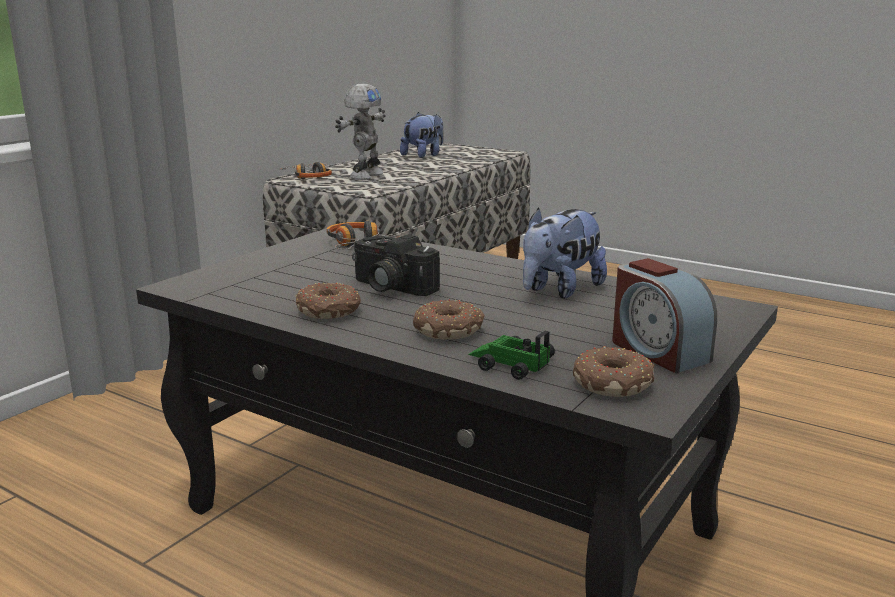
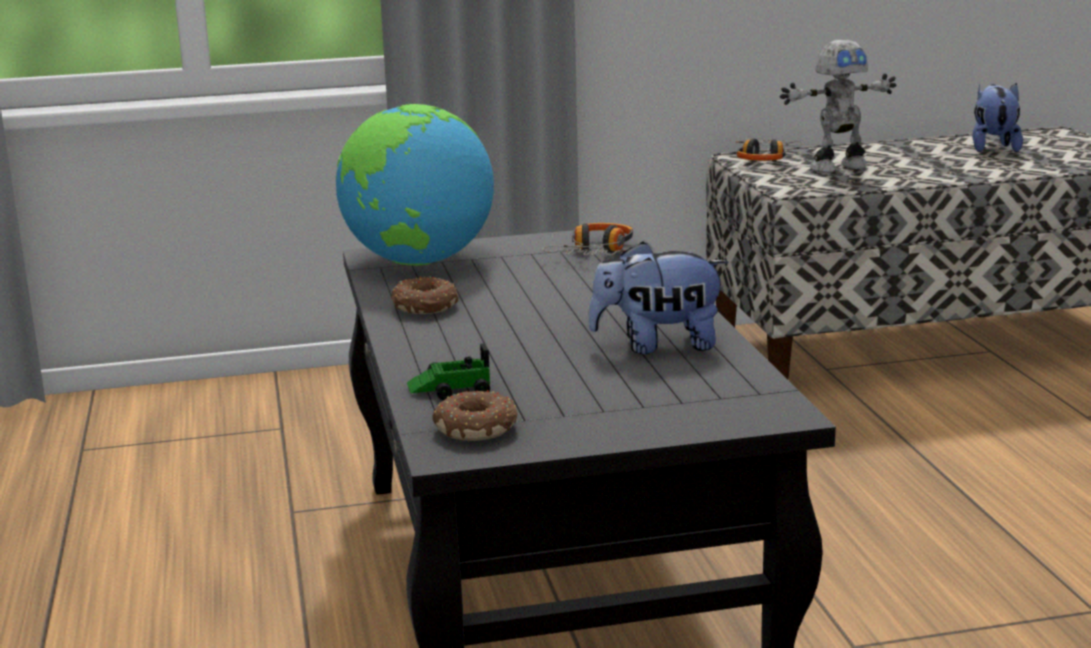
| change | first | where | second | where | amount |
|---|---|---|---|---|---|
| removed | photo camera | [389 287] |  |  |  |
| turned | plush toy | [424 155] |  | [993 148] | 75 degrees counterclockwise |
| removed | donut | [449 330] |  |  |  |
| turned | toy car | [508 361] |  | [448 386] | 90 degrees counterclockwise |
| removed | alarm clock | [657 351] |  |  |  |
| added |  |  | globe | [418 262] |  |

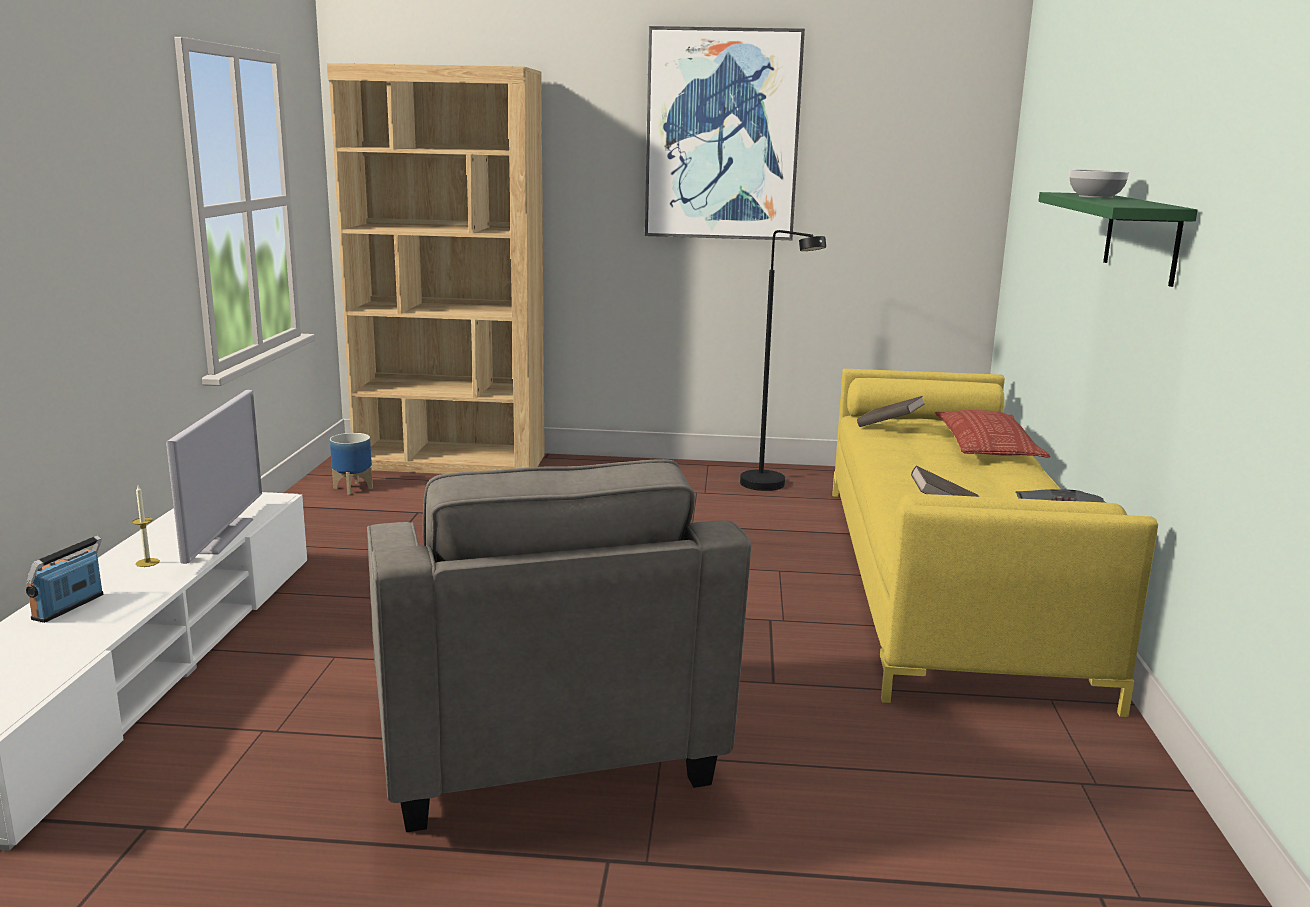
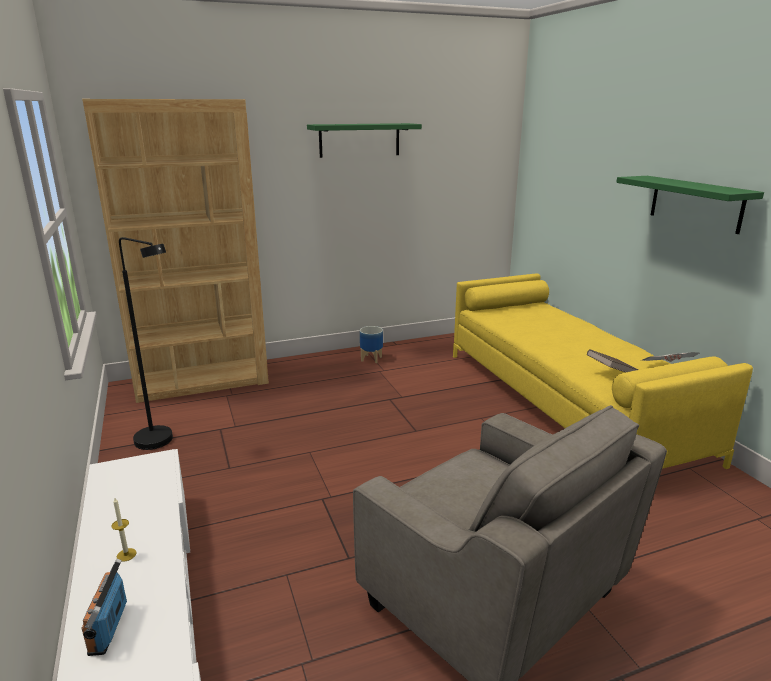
| change | first | where | second | where | amount |
|---|---|---|---|---|---|
| removed | television | [219 536] |  |  |  |
| moved | planter | [353 488] |  | [371 359] |  |
| replaced | picture | [722 135] | shelf/green | [359 140] |  |
| moved | floor lamp/black | [771 487] |  | [161 442] |  |
| removed | book/brown | [889 426] |  |  |  |
| removed | pillow | [987 445] |  |  |  |
| removed | bowl | [1096 197] |  |  |  |

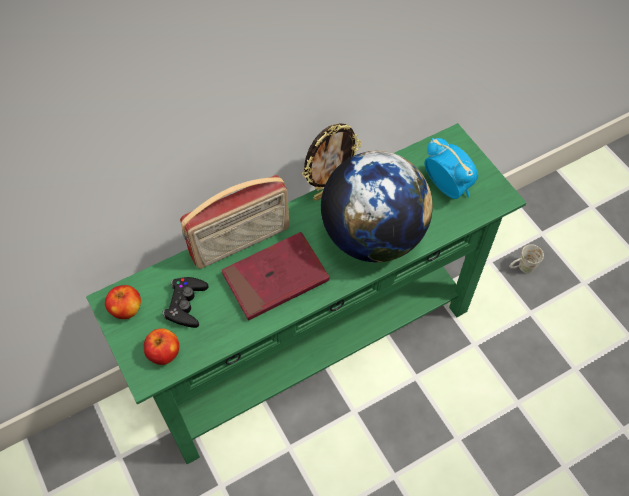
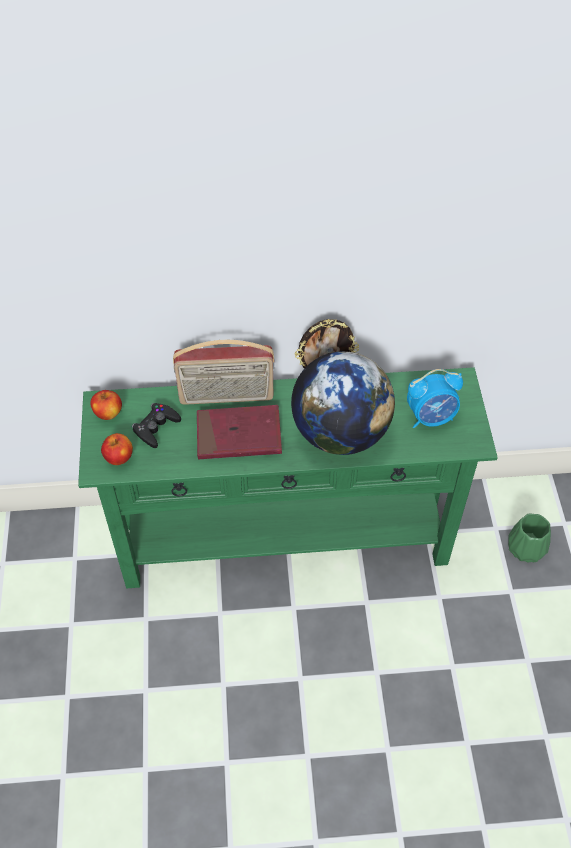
| change | first | where | second | where | amount |
|---|---|---|---|---|---|
| turned | alarm clock | [447 187] |  | [431 417] | 90 degrees clockwise |
| replaced | mug/white | [521 268] | vase/green | [525 547] |  |

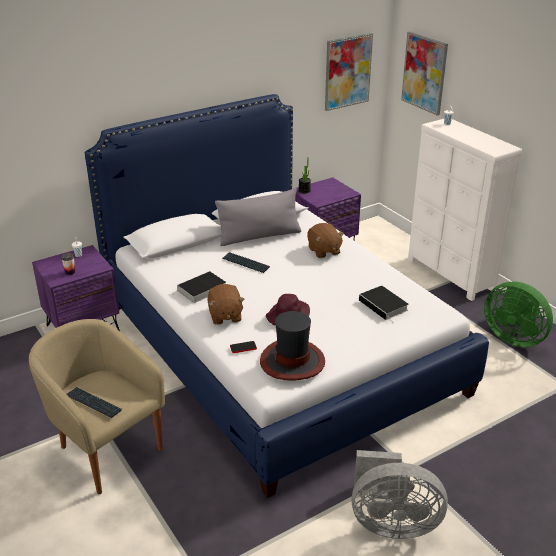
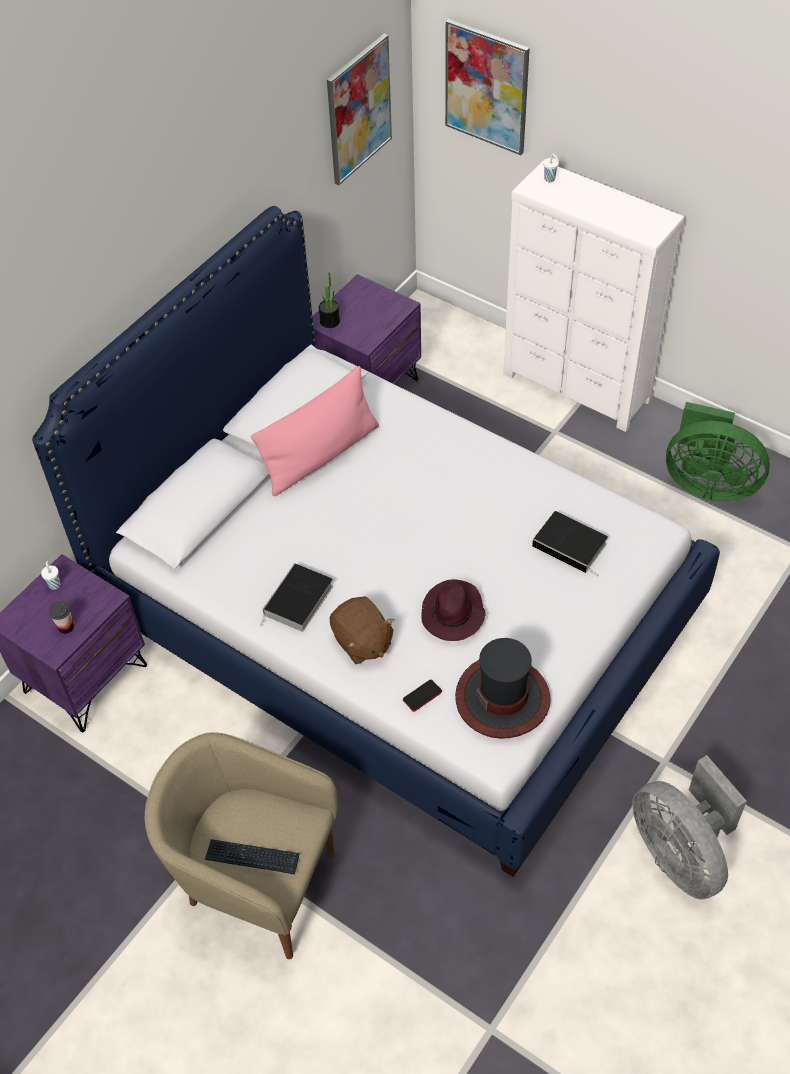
| change | first | where | second | where | amount |
|---|---|---|---|---|---|
| recoloured | pillow/grey | [259 236] | pillow/pink | [321 455] |  |
| removed | keyboard | [245 263] |  |  |  |
| removed | plush toy/brown | [324 251] |  |  |  |
| turned | fan/grey | [391 523] |  | [680 854] | 75 degrees clockwise |

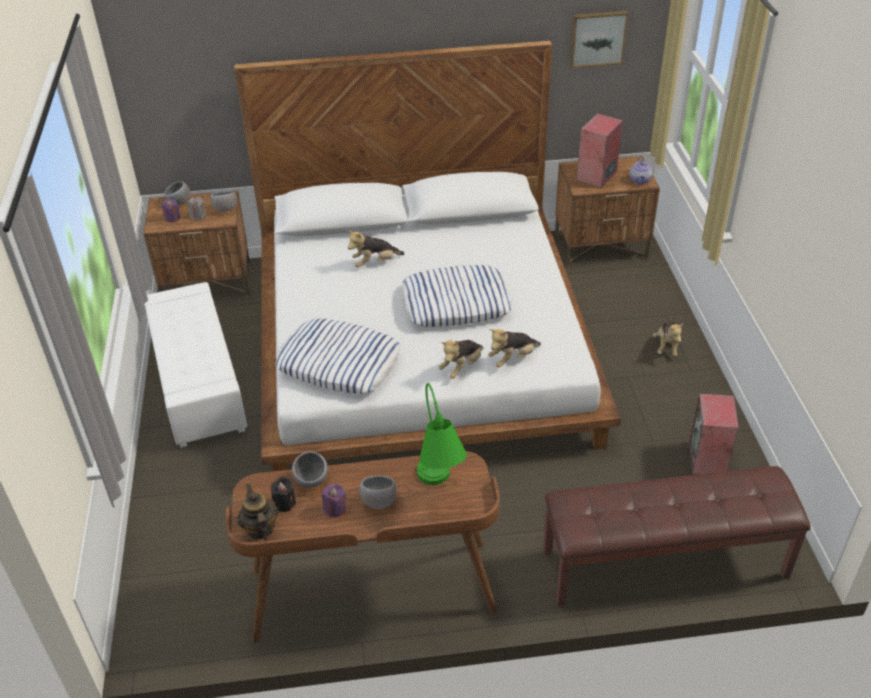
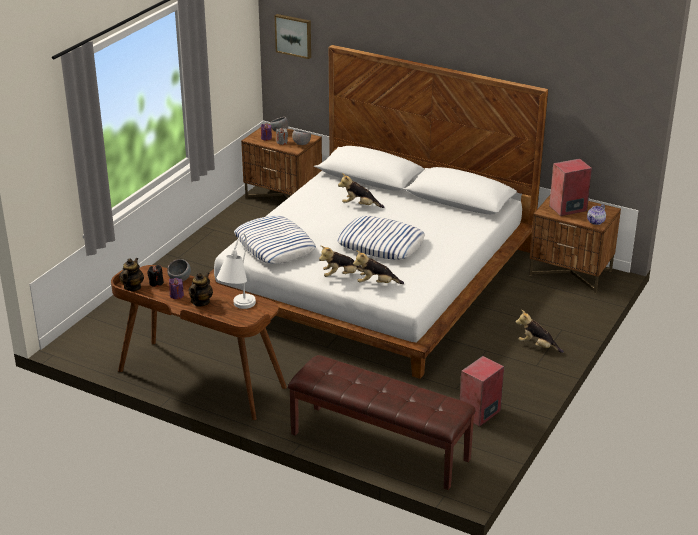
| change | first | where | second | where | amount |
|---|---|---|---|---|---|
| removed | ottoman/white | [198 383] |  |  |  |
| replaced | bowl/grey | [378 502] | teapot | [201 302] |  |
| recoloured | table lamp/green | [439 489] | table lamp/white | [237 310] |  |
| moved | picture | [597 38] |  | [294 35] |  |
| turned | plush toy | [666 346] |  | [537 346] | 75 degrees clockwise |

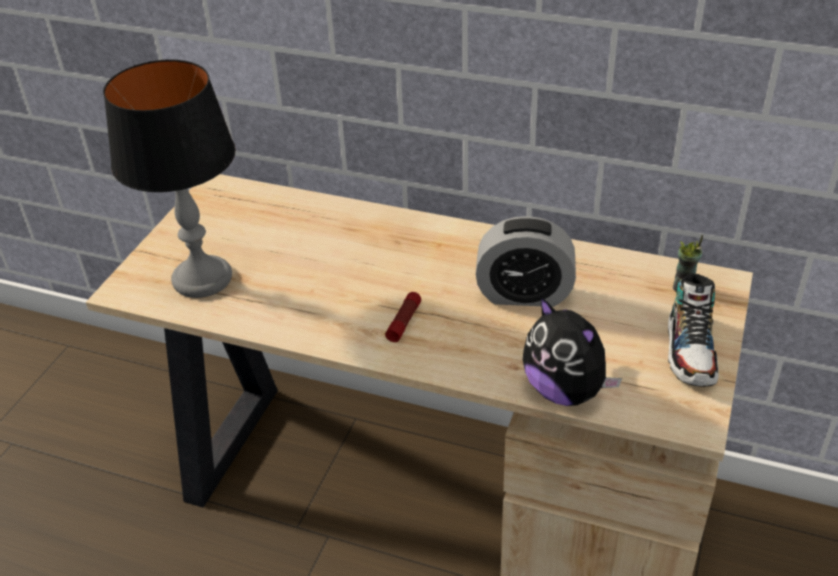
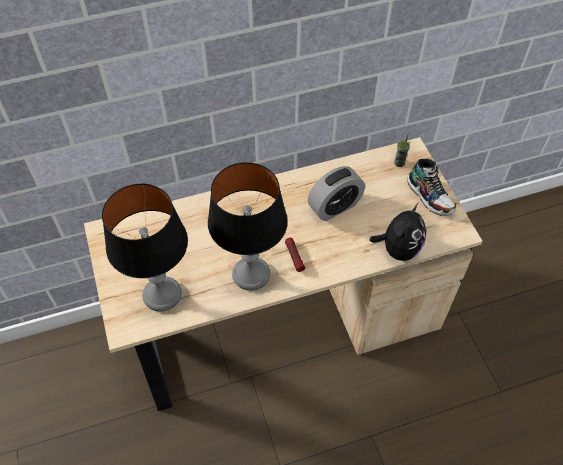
| change | first | where | second | where | amount |
|---|---|---|---|---|---|
| turned | plush toy | [565 390] |  | [398 249] | 75 degrees counterclockwise |
| added |  |  | table lamp | [251 274] |  |

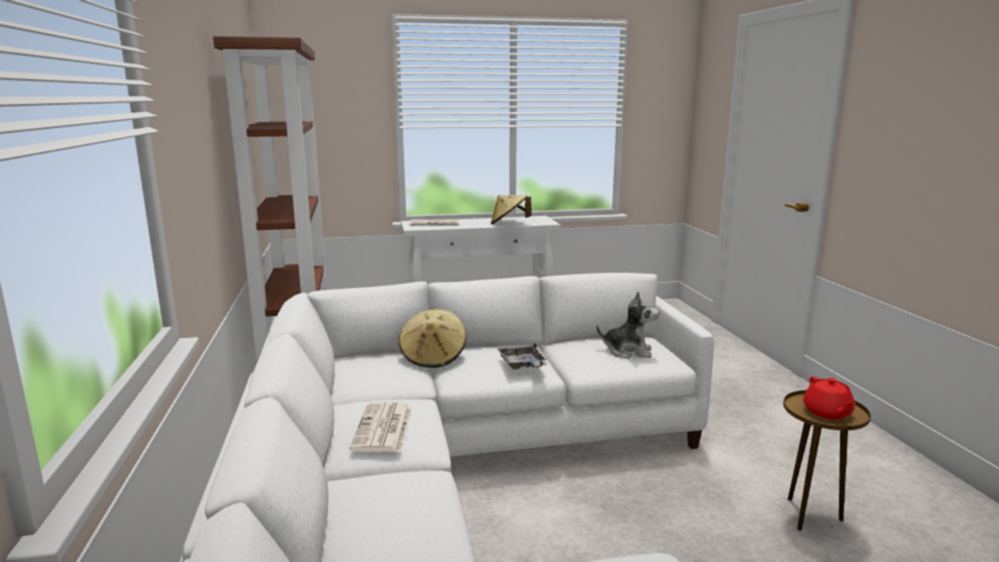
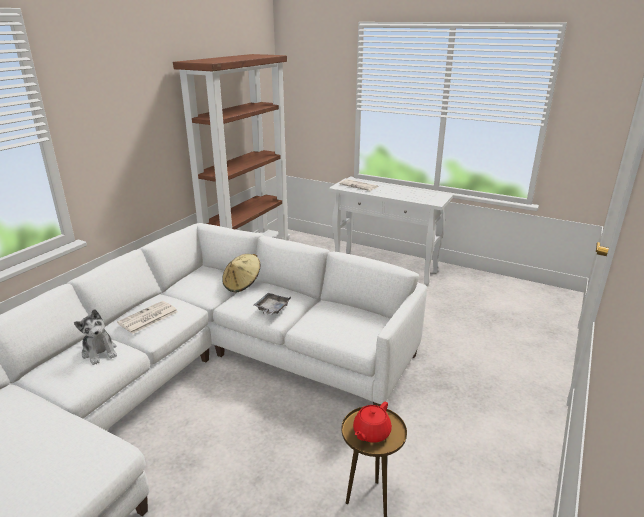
| change | first | where | second | where | amount |
|---|---|---|---|---|---|
| removed | hat/beige | [509 223] |  |  |  |
| moved | plush toy | [628 351] |  | [100 352] |  |

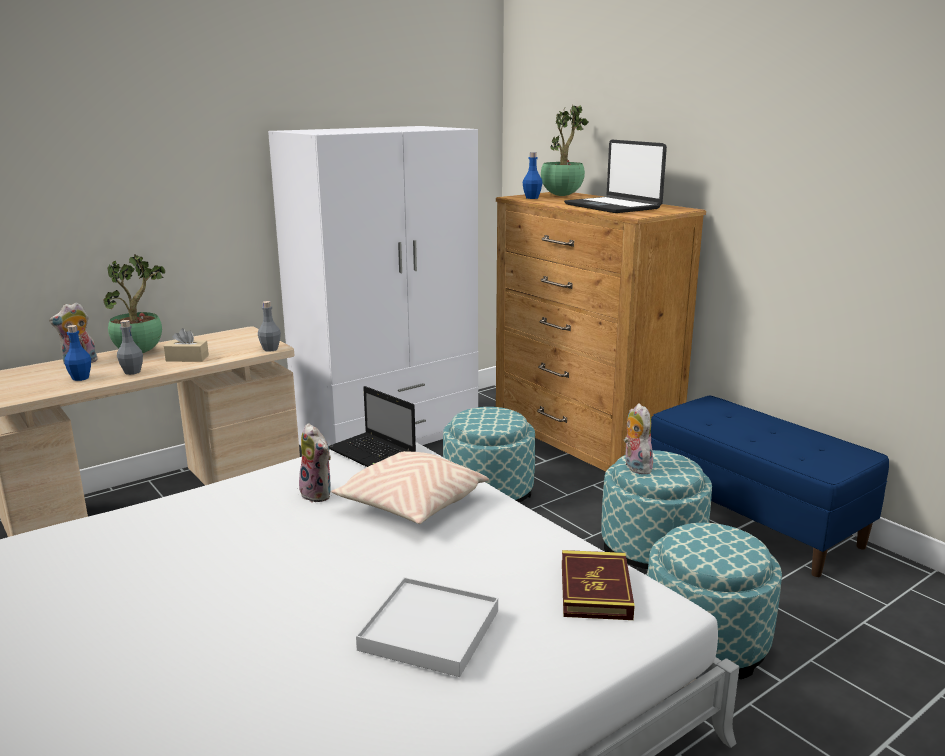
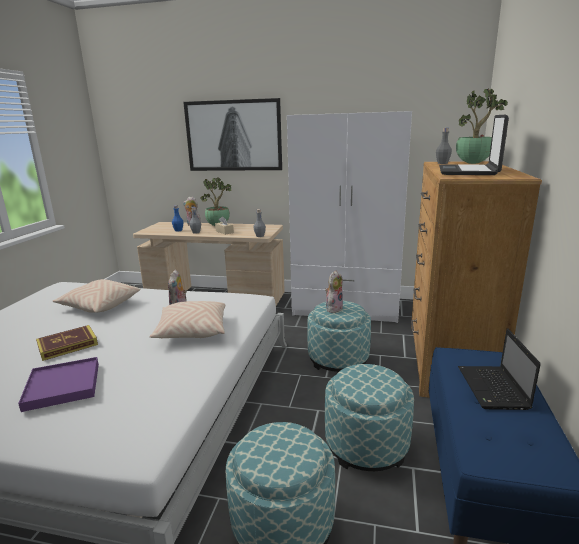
| change | first | where | second | where | amount |
|---|---|---|---|---|---|
| moved | laptop | [373 454] |  | [493 389] |  |
| recoloured | tray/white | [430 630] | tray/purple | [62 386] |  |
| recoloured | bottle/blue | [532 198] | bottle/grey | [442 163] |  |
| moved | book | [595 590] |  | [67 345] |  |
| moved | plush toy | [635 467] |  | [333 308] |  |
| added |  |  | pillow/beige | [99 306] |  |
| added |  |  | picture | [234 136] |  |

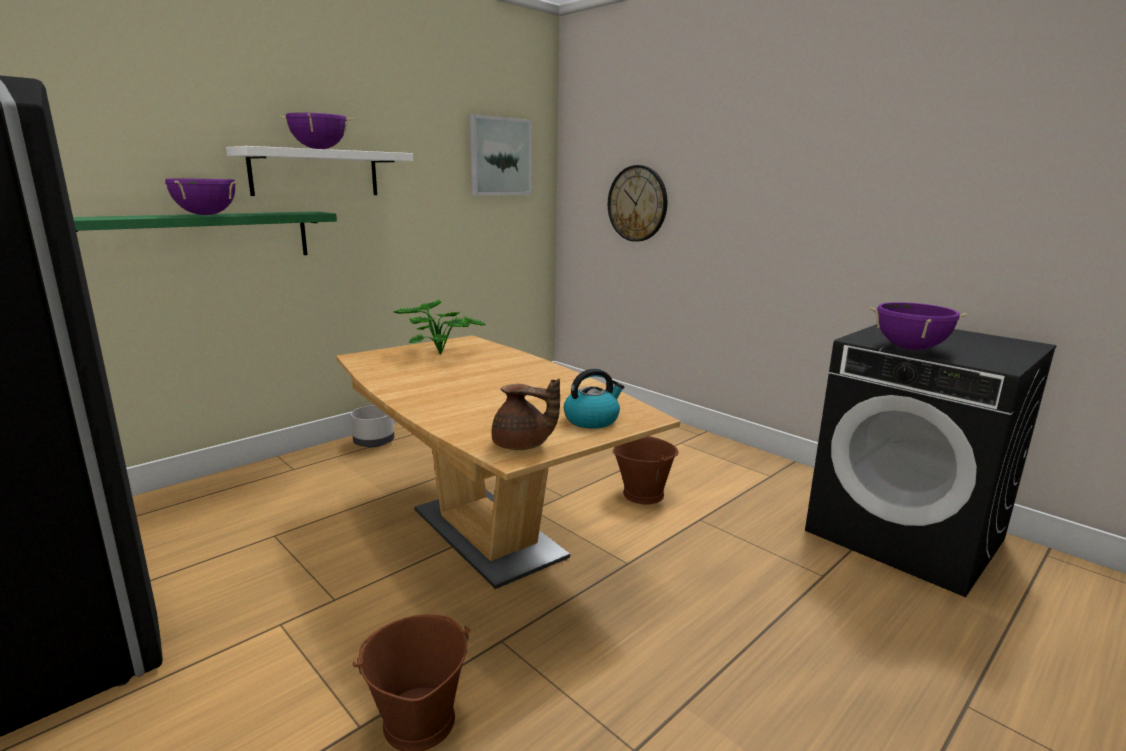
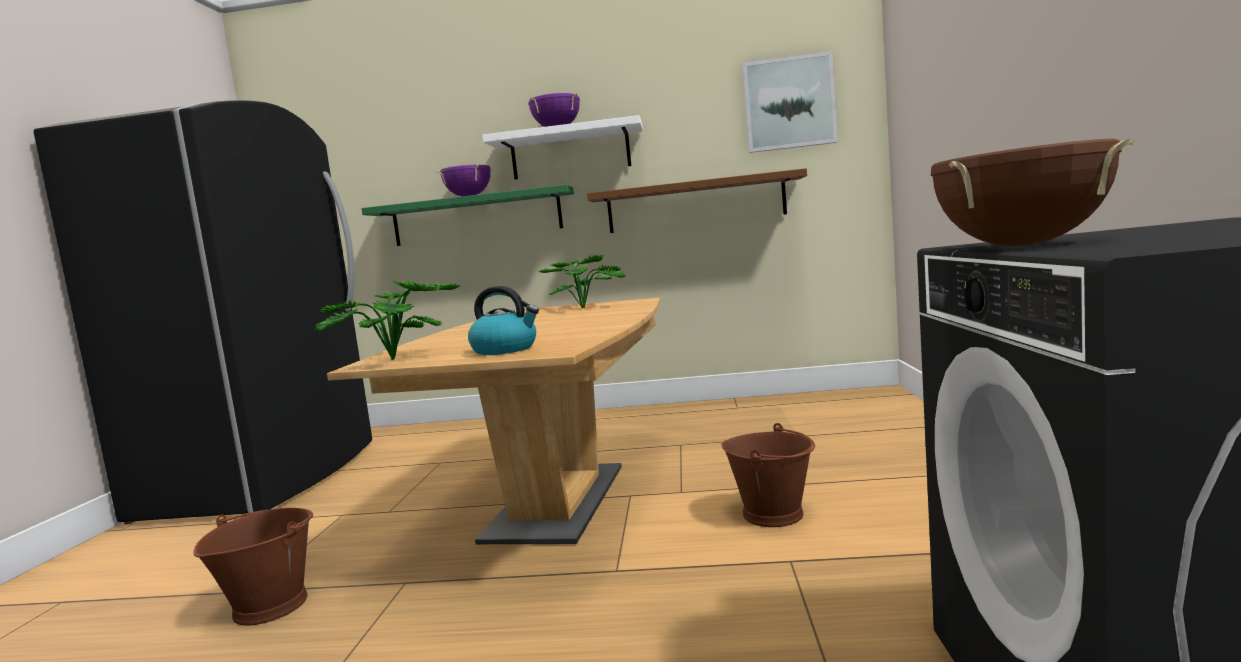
| change | first | where | second | where | amount |
|---|---|---|---|---|---|
| removed | planter/grey | [374 442] |  |  |  |
| replaced | teapot/brown | [522 445] | potted plant | [397 360] |  |
| removed | wall clock | [637 203] |  |  |  |
| recoloured | cooking pot/purple | [910 348] | cooking pot/brown | [1021 245] |  |
| added |  |  | shelf/brown | [695 204] |  |

